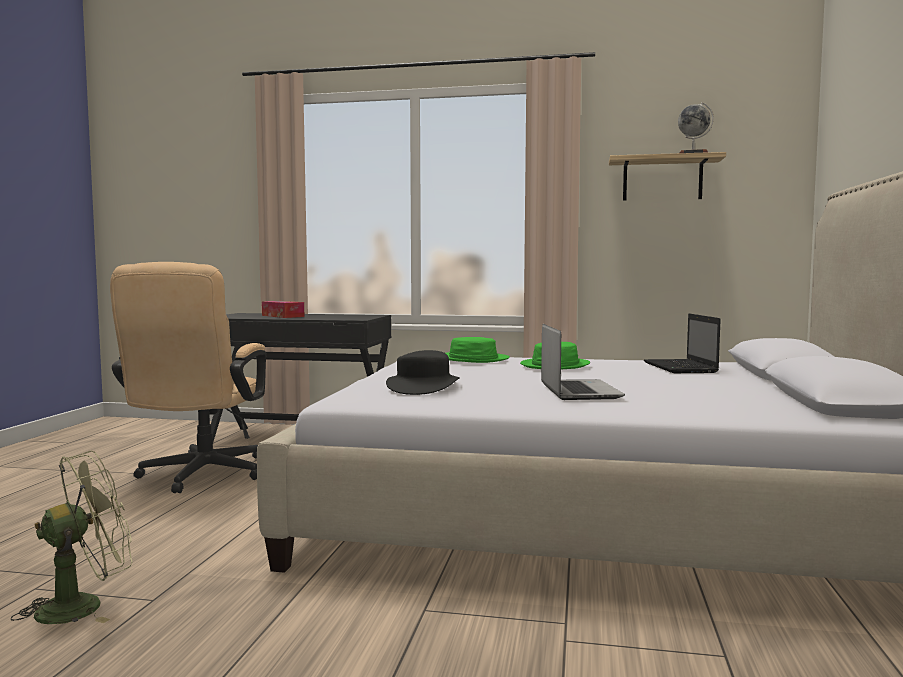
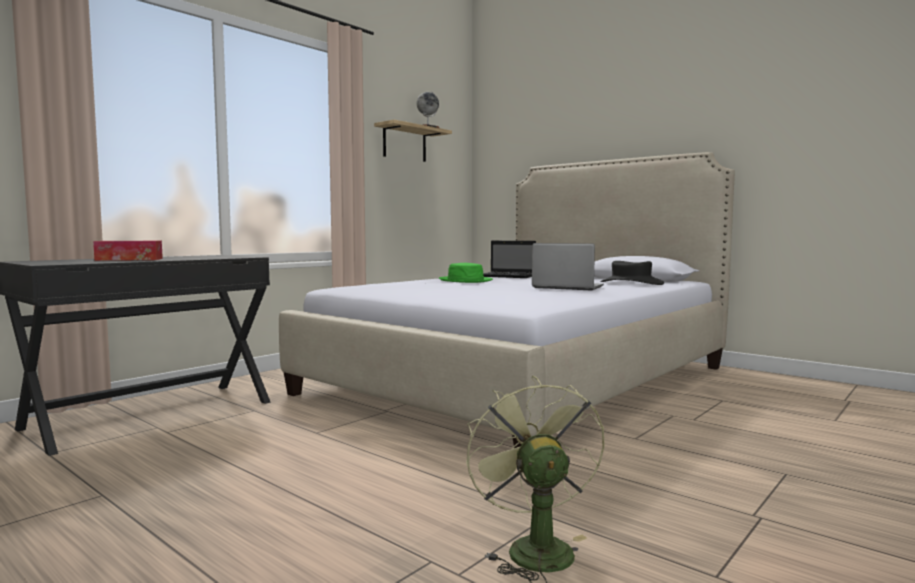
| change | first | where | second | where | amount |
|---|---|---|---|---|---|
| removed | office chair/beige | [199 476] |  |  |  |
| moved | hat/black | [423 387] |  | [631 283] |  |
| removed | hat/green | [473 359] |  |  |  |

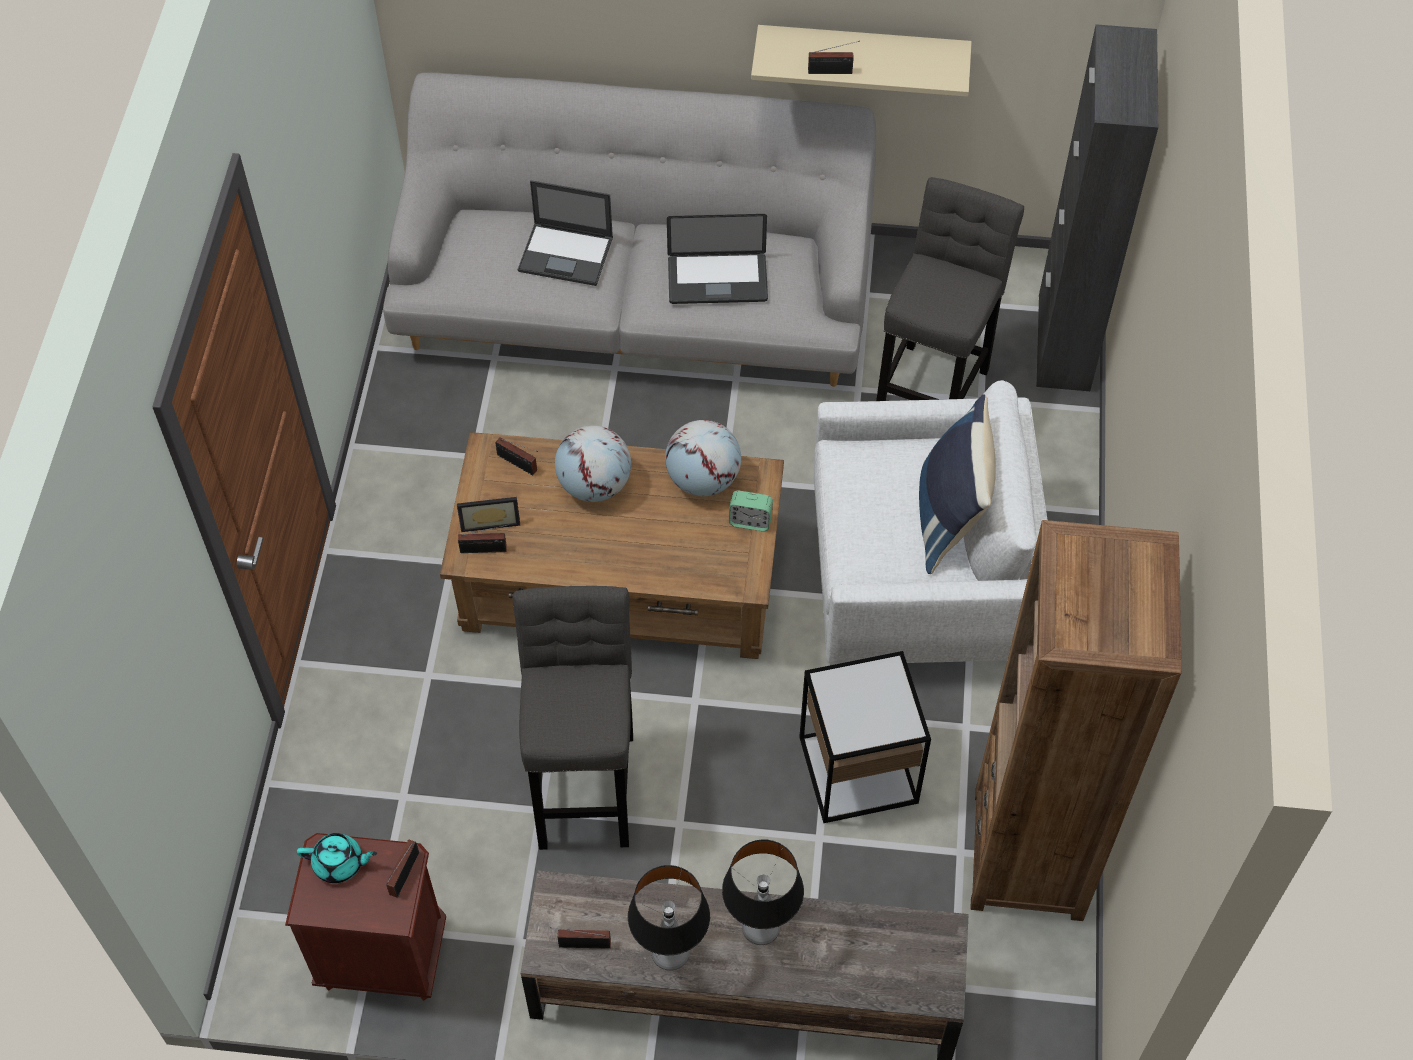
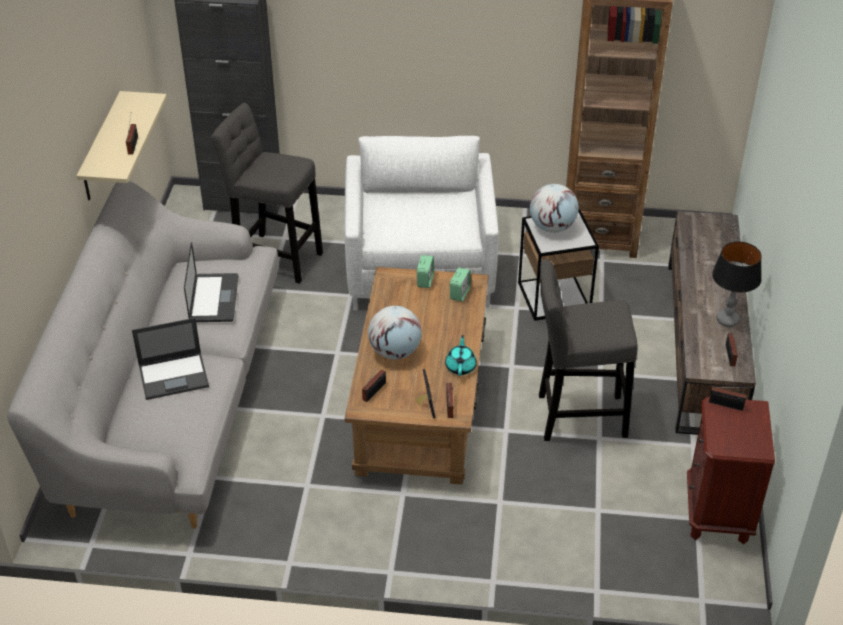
| change | first | where | second | where | amount |
|---|---|---|---|---|---|
| moved | teapot/turquoise | [339 863] |  | [461 366] |  |
| turned | laptop | [567 254] |  | [174 376] | 60 degrees clockwise |
| moved | globe | [703 479] |  | [552 227] |  |
| removed | table lamp | [760 928] |  |  |  |
| removed | pillow/blue | [950 518] |  |  |  |
| added |  |  | alarm clock | [460 294] |  |

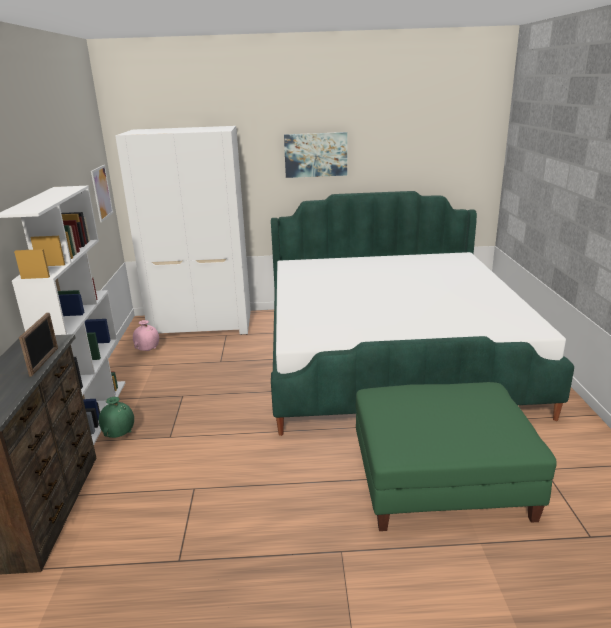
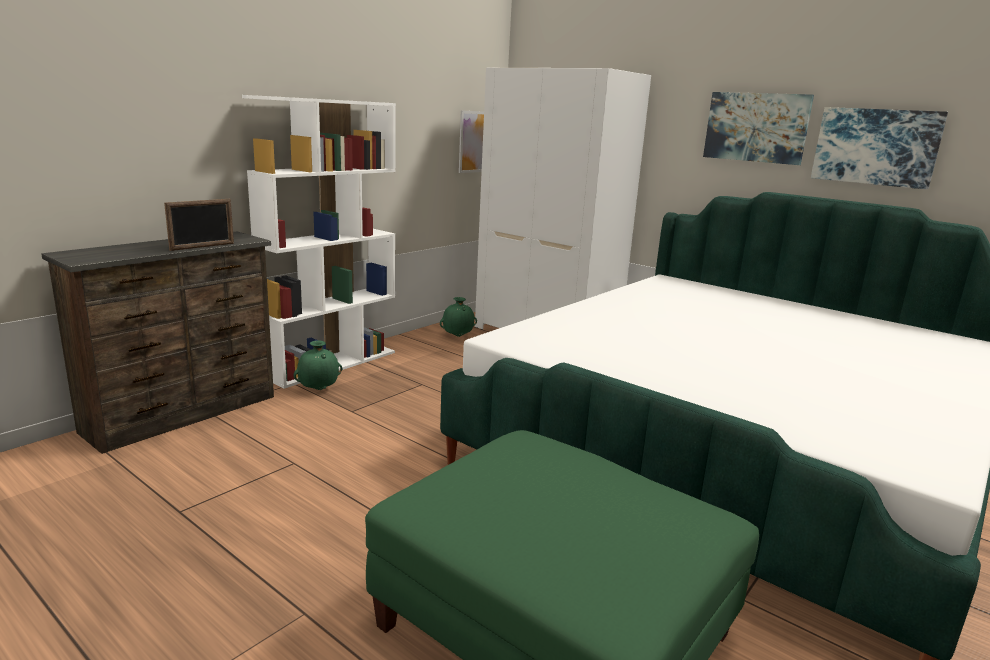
| change | first | where | second | where | amount |
|---|---|---|---|---|---|
| recoloured | vase/pink | [148 350] | vase/green | [458 336] |  |
| added |  |  | picture | [875 147] |  |

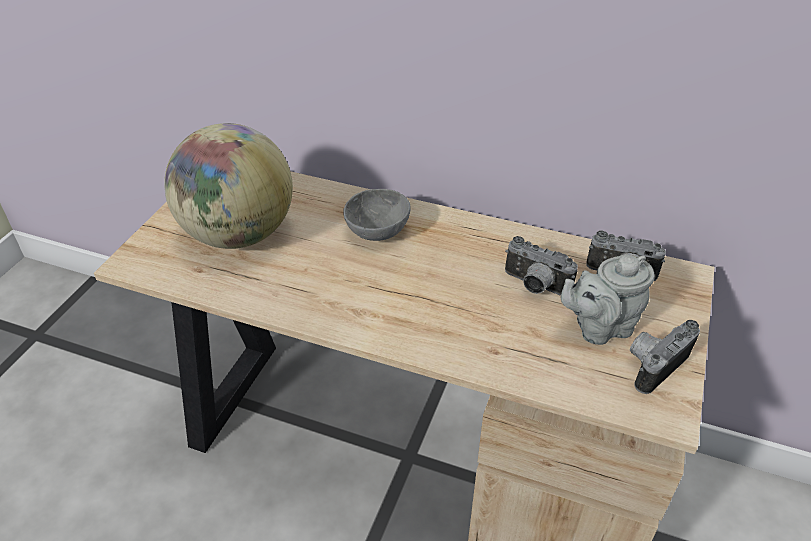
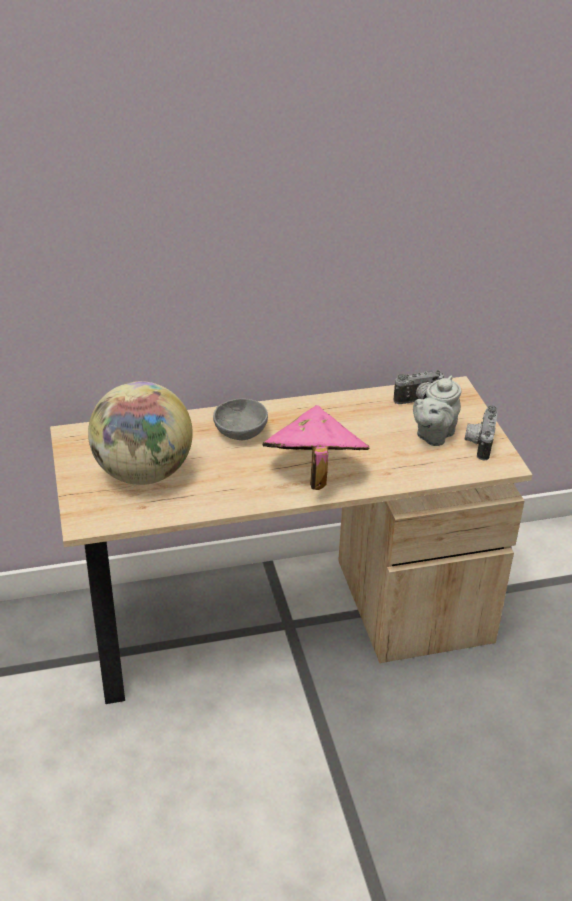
| change | first | where | second | where | amount |
|---|---|---|---|---|---|
| removed | photo camera | [534 286] |  |  |  |
| added |  |  | hat/pink | [313 473] |  |

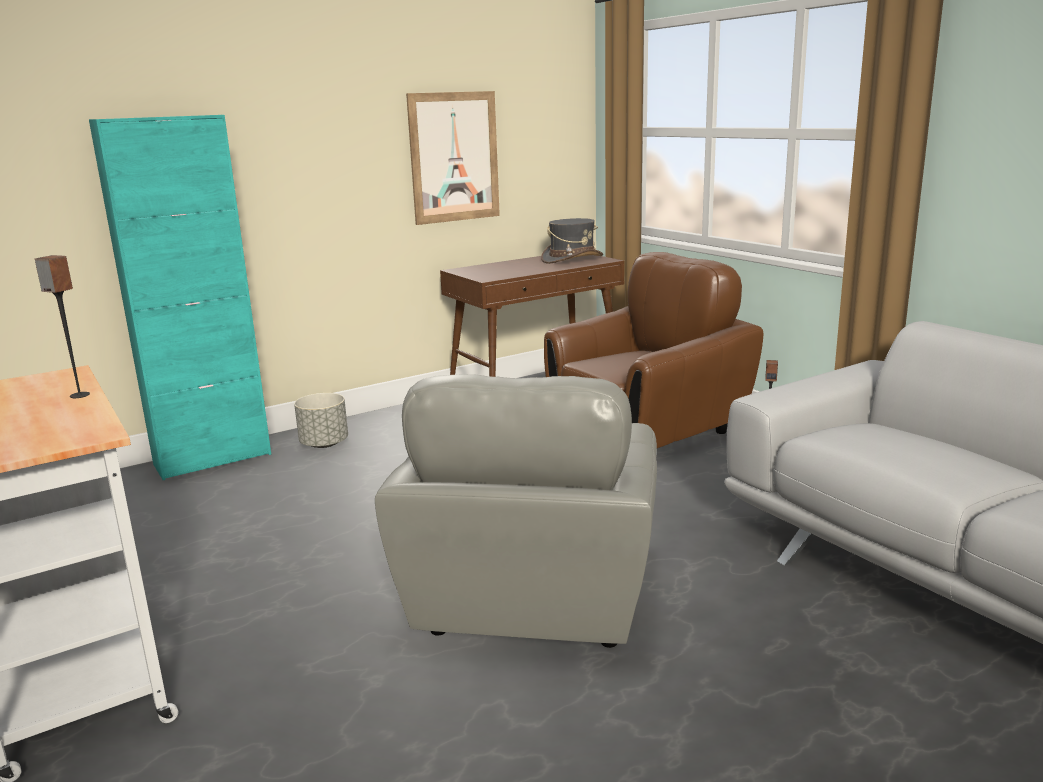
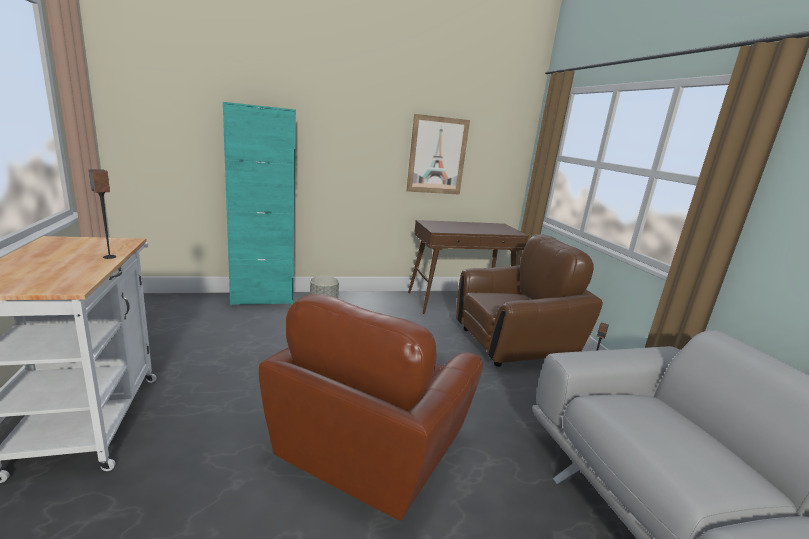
| change | first | where | second | where | amount |
|---|---|---|---|---|---|
| recoloured | armchair/grey | [533 594] | armchair/brown | [372 449] |  |
| removed | hat/grey | [572 259] |  |  |  |

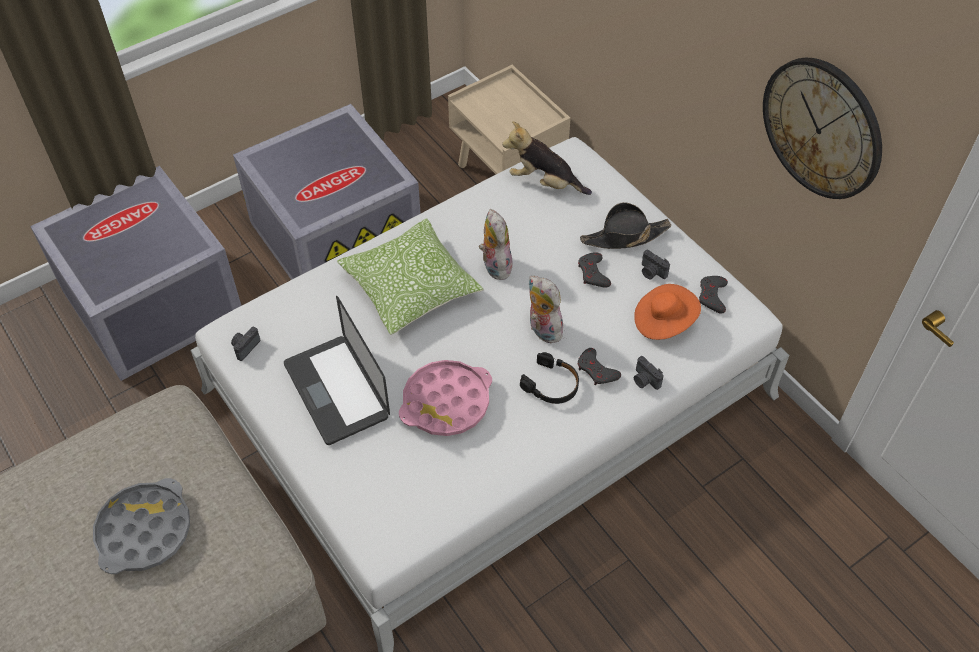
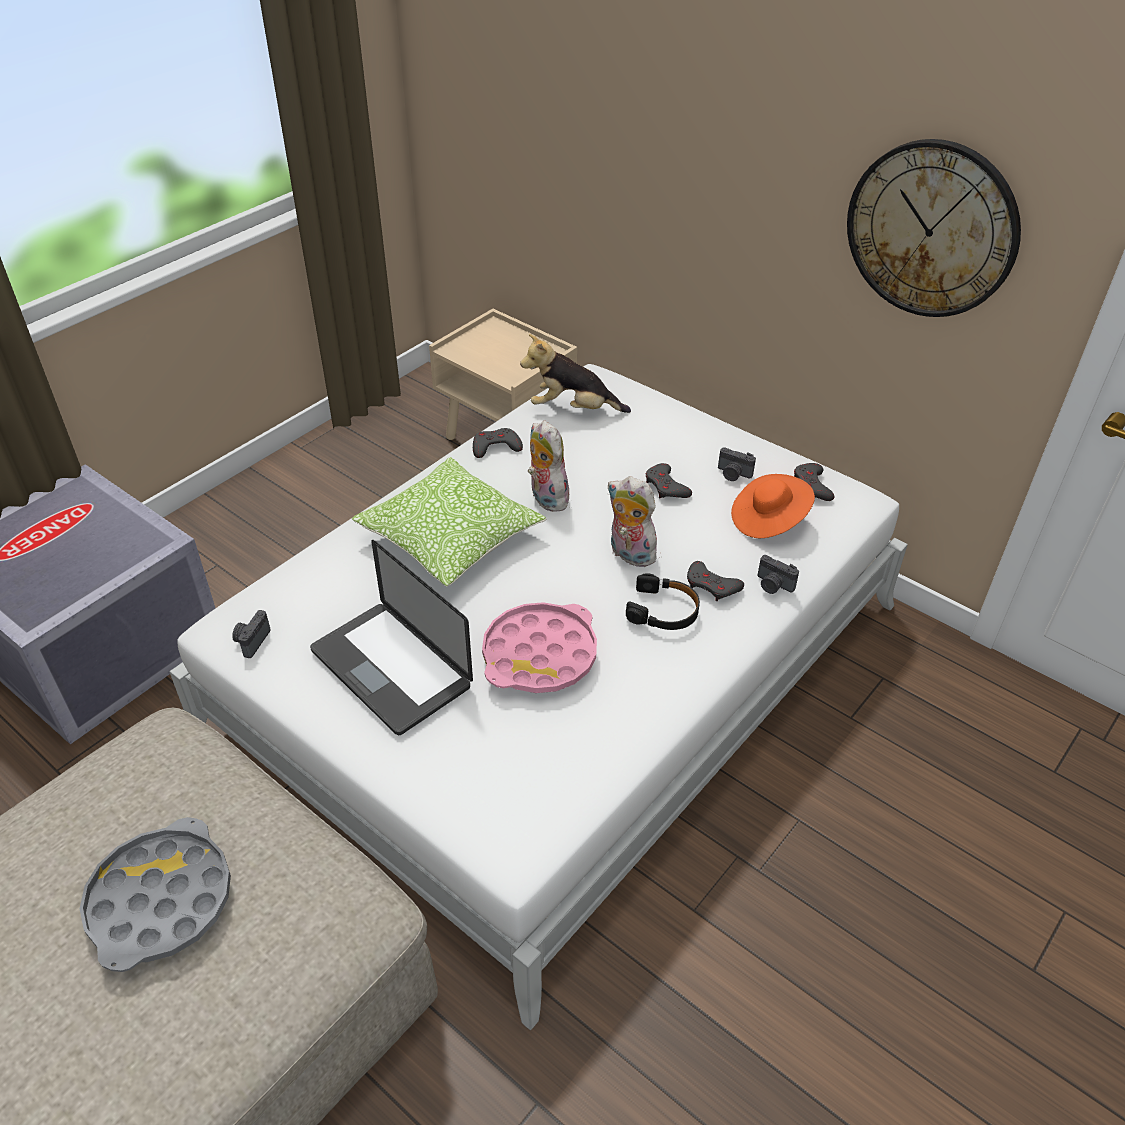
| change | first | where | second | where | amount |
|---|---|---|---|---|---|
| removed | storage box/grey | [336 234] |  |  |  |
| removed | hat/black | [624 236] |  |  |  |
| added |  |  | game controller/grey | [496 447] |  |

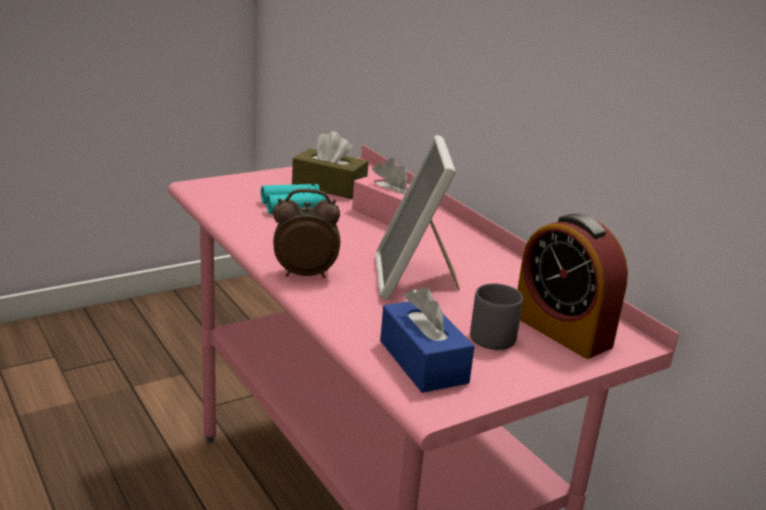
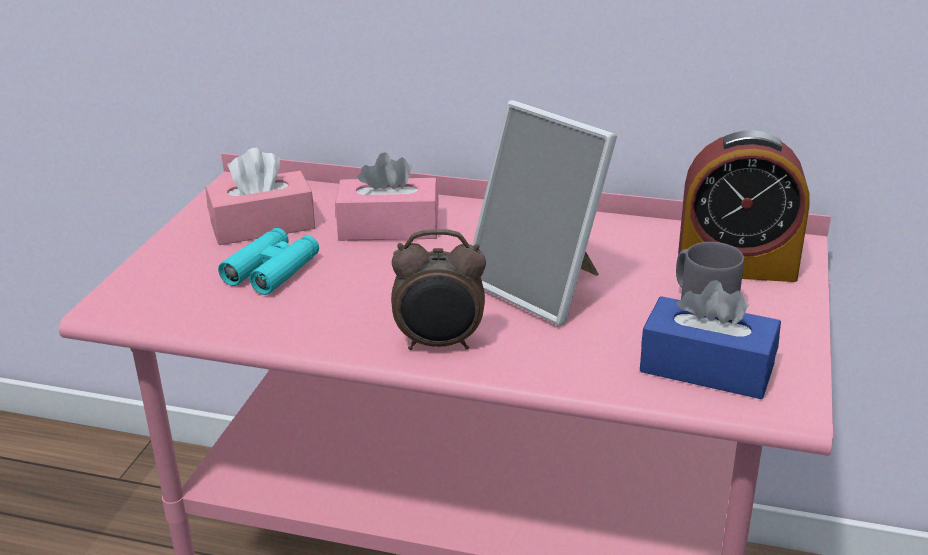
| change | first | where | second | where | amount |
|---|---|---|---|---|---|
| turned | alarm clock | [305 273] |  | [440 344] | 135 degrees counterclockwise |
| recoloured | tissue box/brown | [329 186] | tissue box/pink | [263 226] |  |

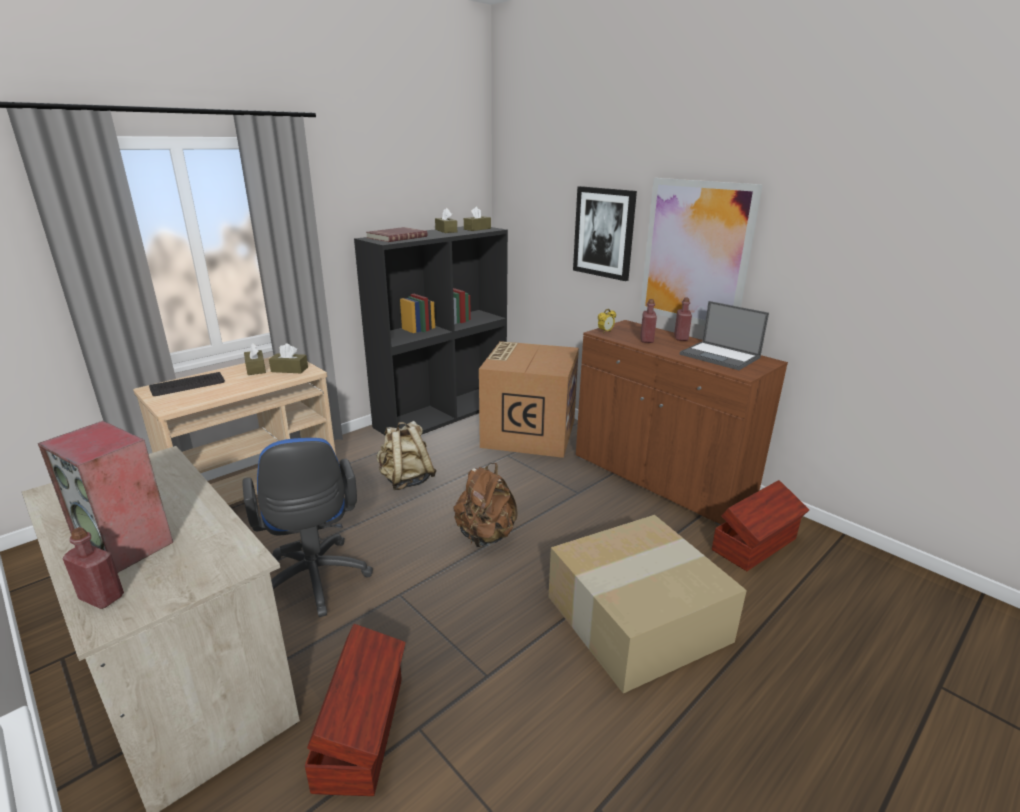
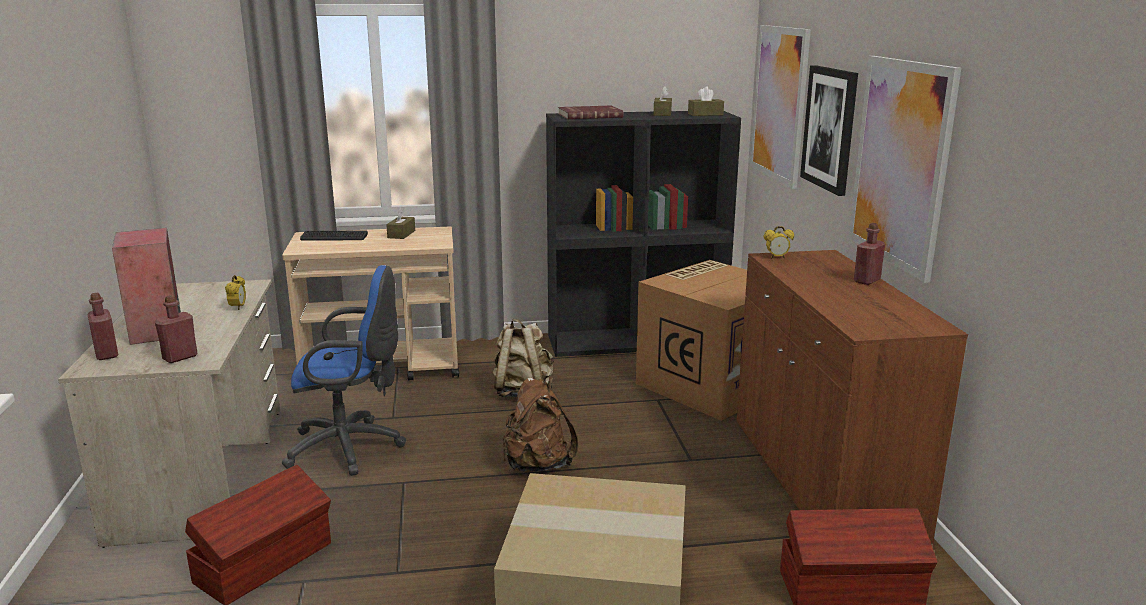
| change | first | where | second | where | amount |
|---|---|---|---|---|---|
| turned | office chair/blue | [315 582] |  | [351 448] | 105 degrees counterclockwise |
| removed | tissue box/brown | [289 369] |  |  |  |
| moved | bottle/red | [646 340] |  | [180 357] |  |
| removed | laptop | [720 356] |  |  |  |
| added |  |  | alarm clock | [238 307] |  |
| added |  |  | picture | [779 103] |  |

